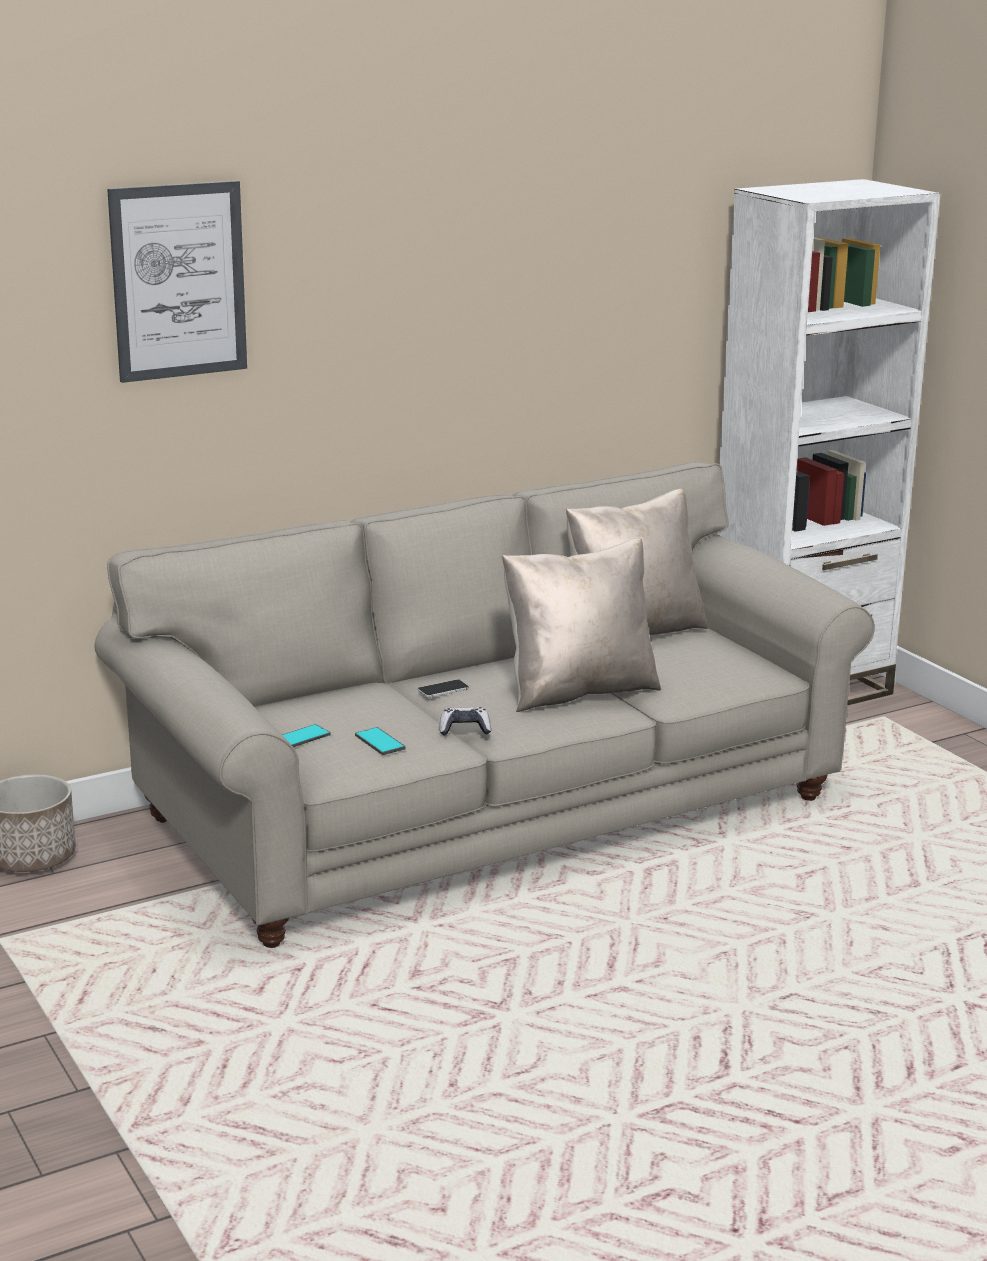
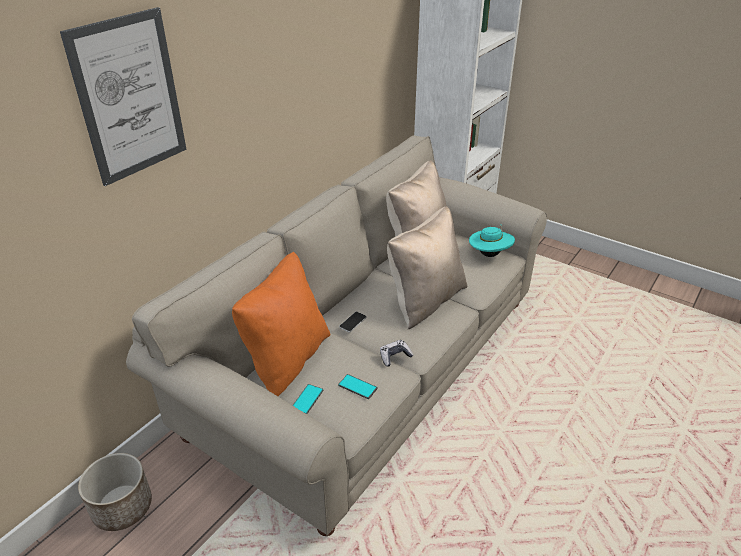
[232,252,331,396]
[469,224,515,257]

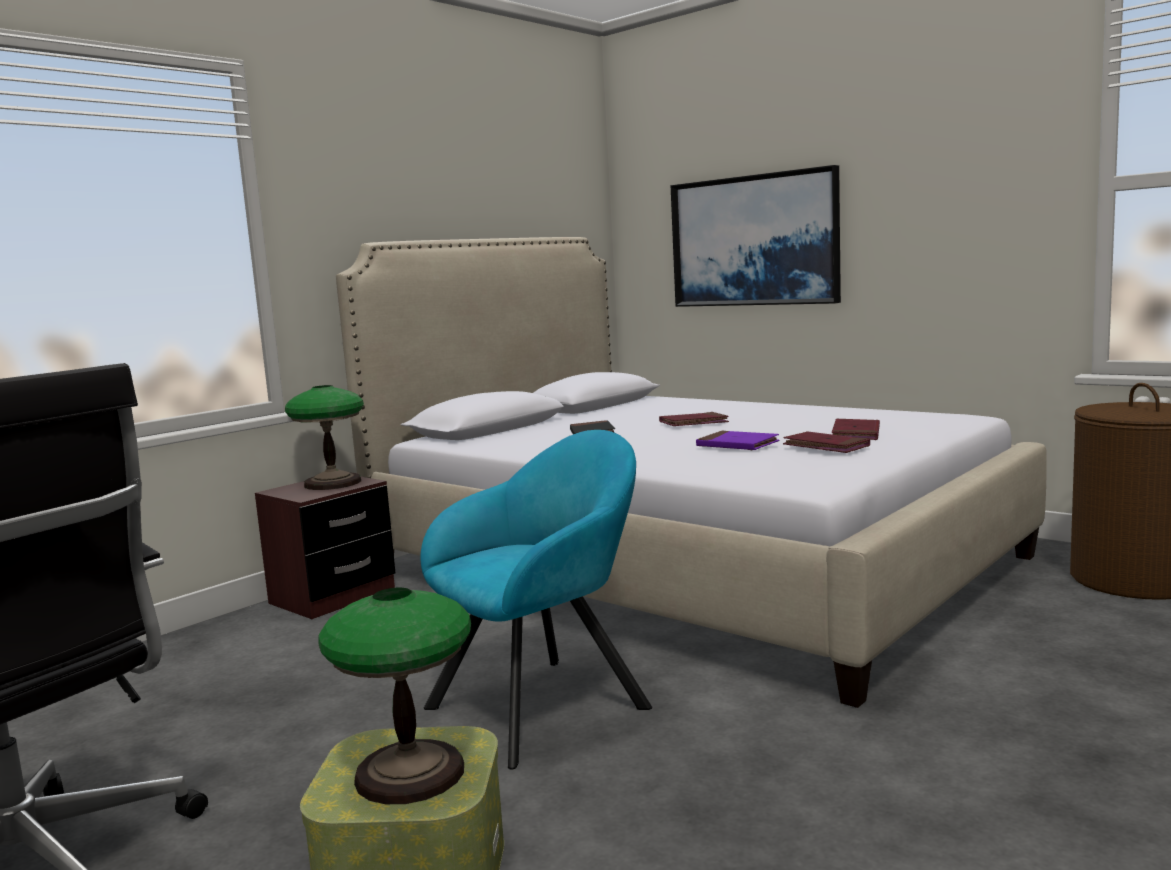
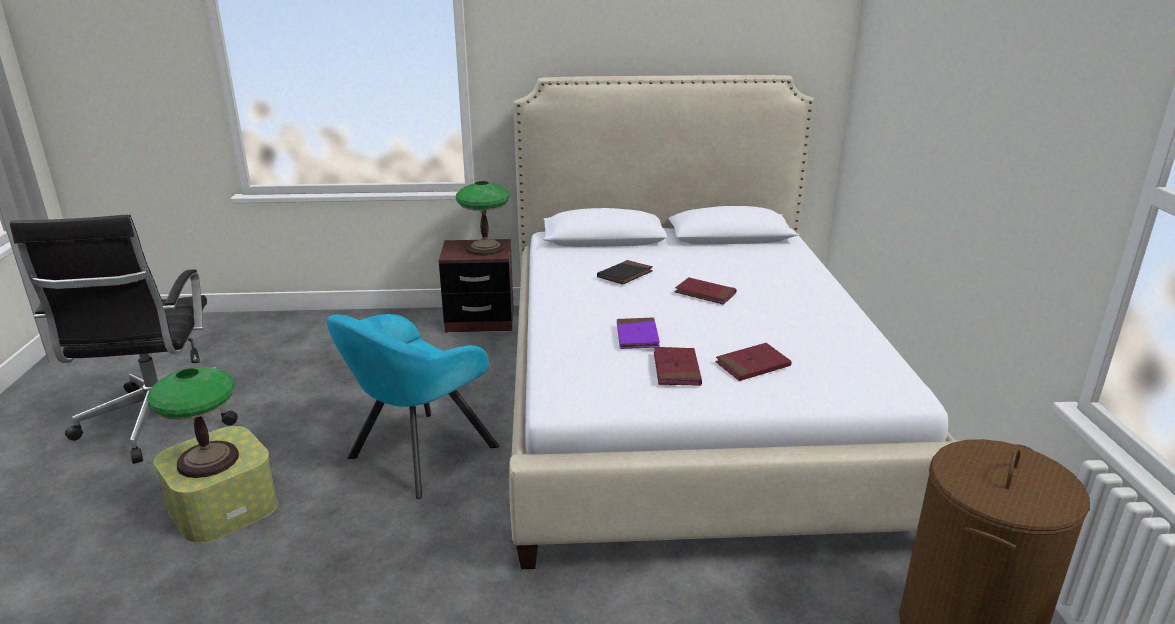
[326,314,499,499]
[671,165,841,307] (first image)

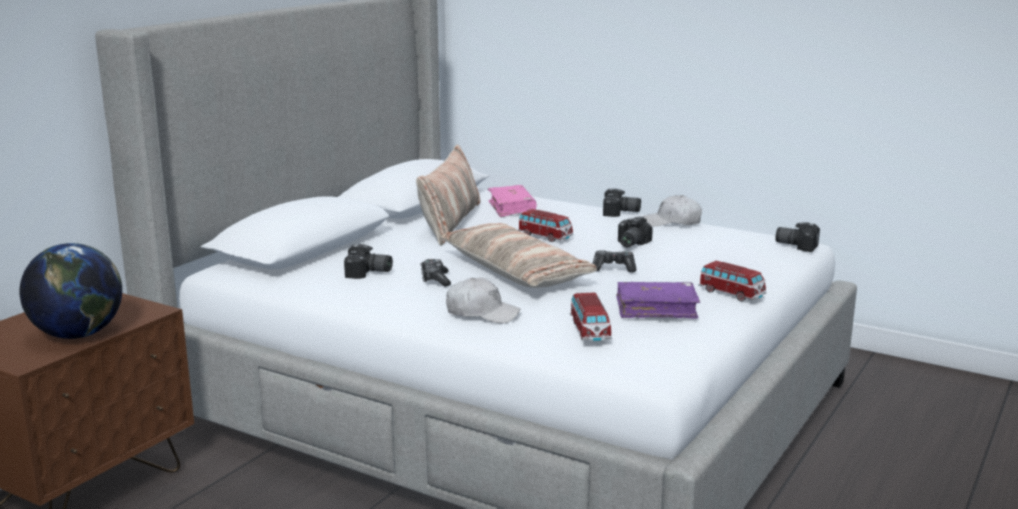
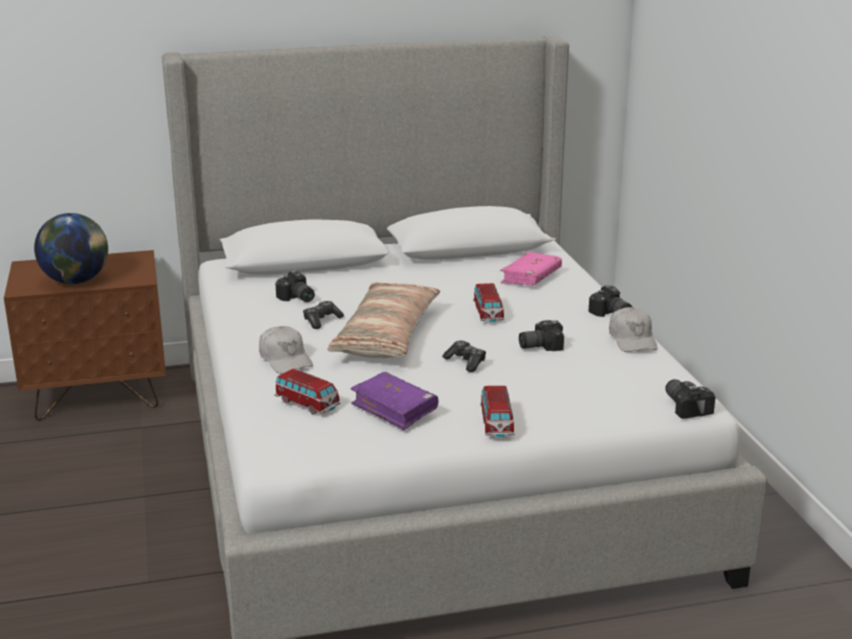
[274,369,340,414]
[609,307,658,352]
[416,145,480,246] (first image)

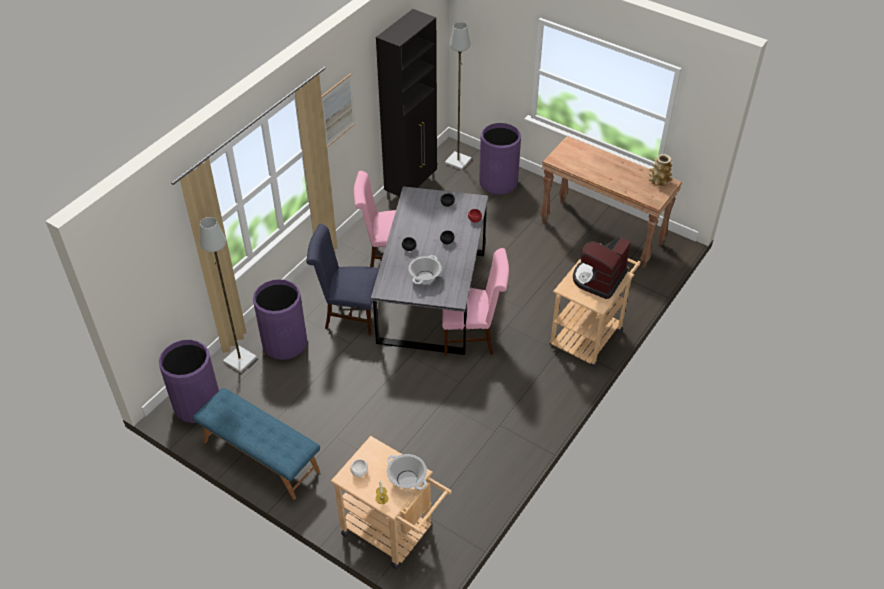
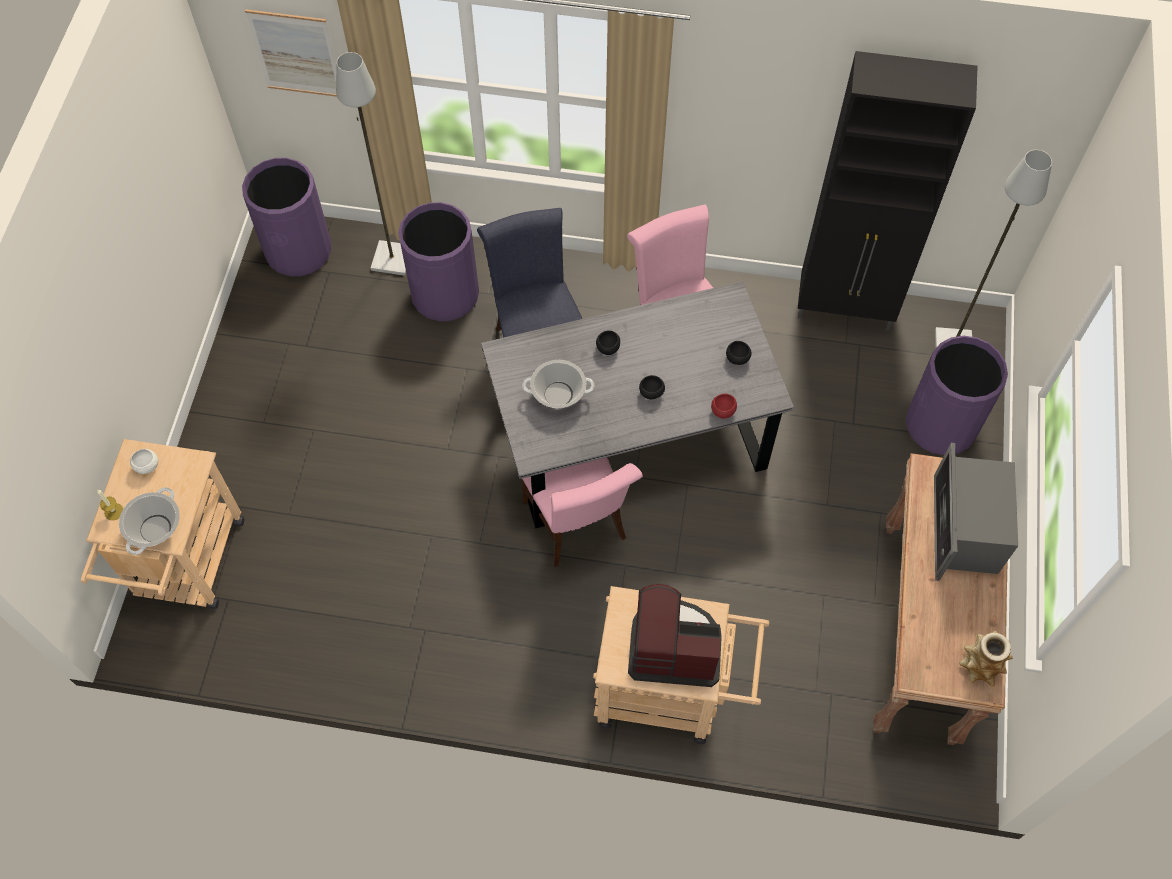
[245,9,337,97]
[934,443,1018,581]
[192,388,320,500] (first image)

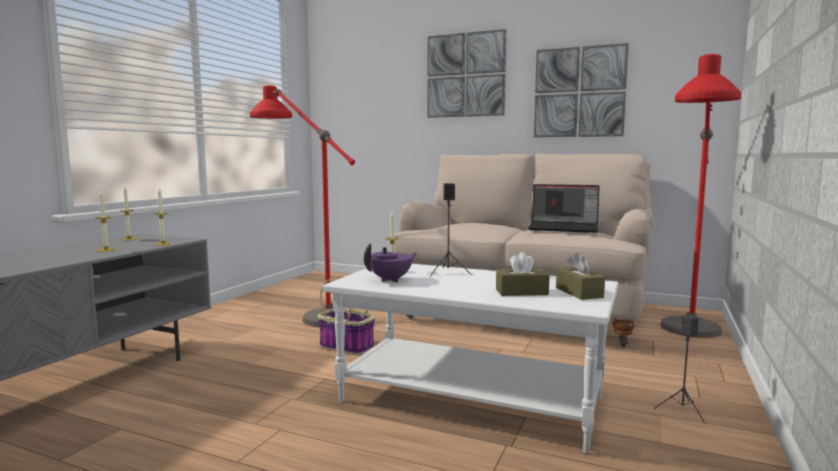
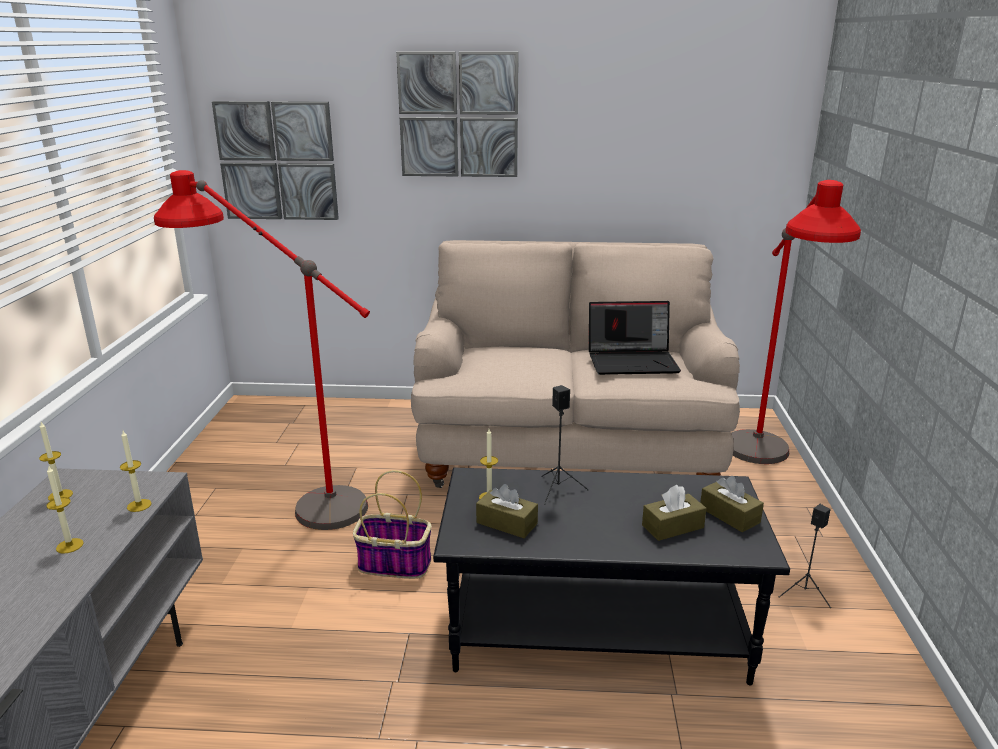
[212,101,339,220]
[433,468,790,685]
[476,484,538,538]

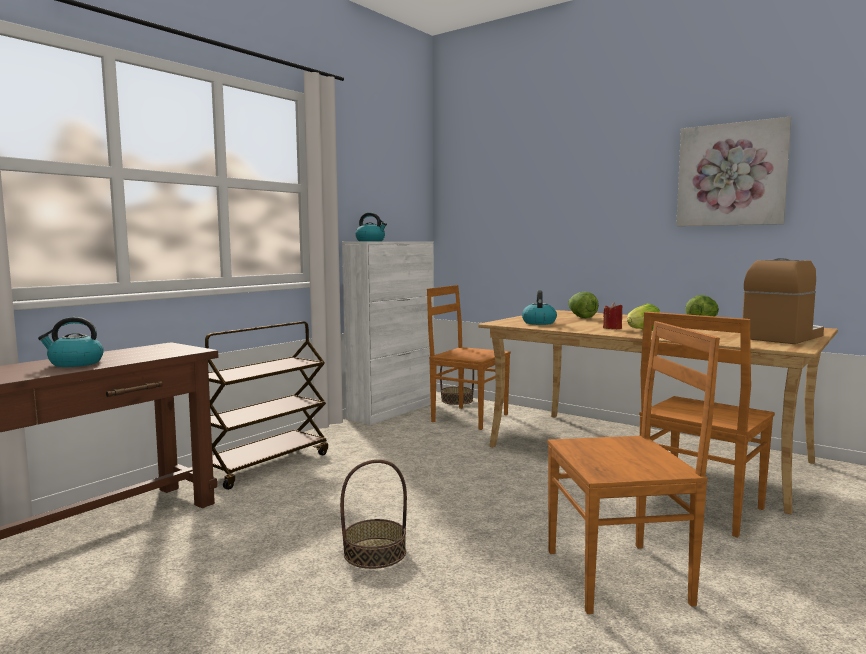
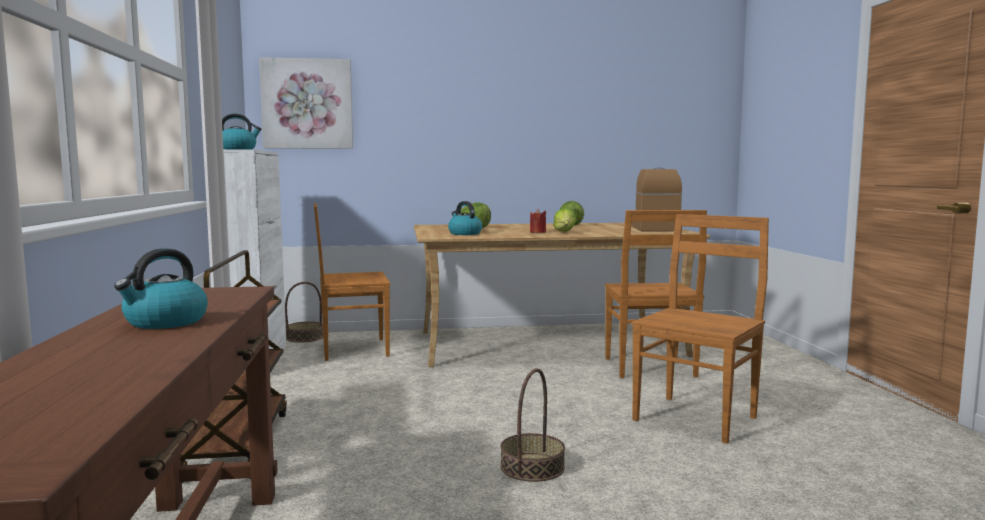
[259,57,353,149]

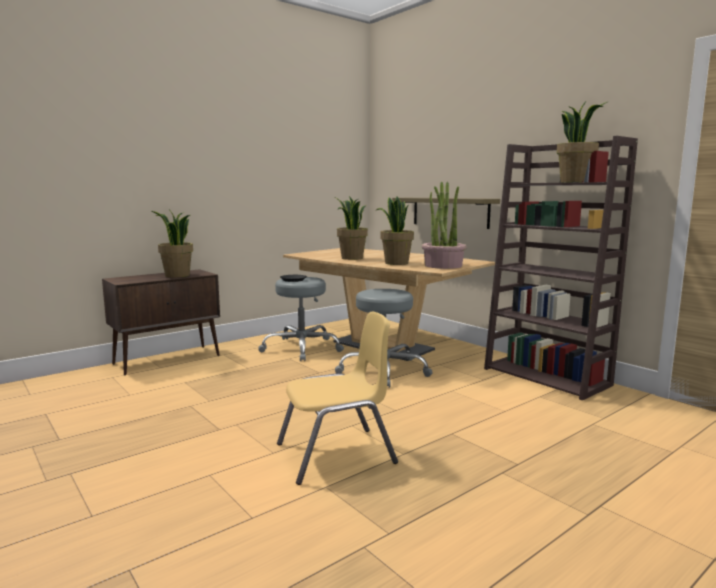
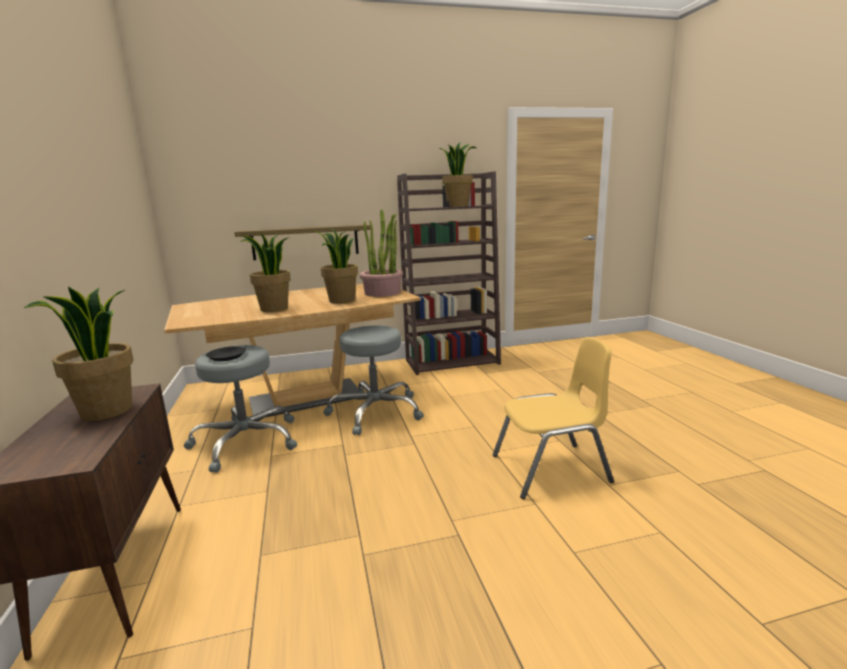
[493,337,614,499]

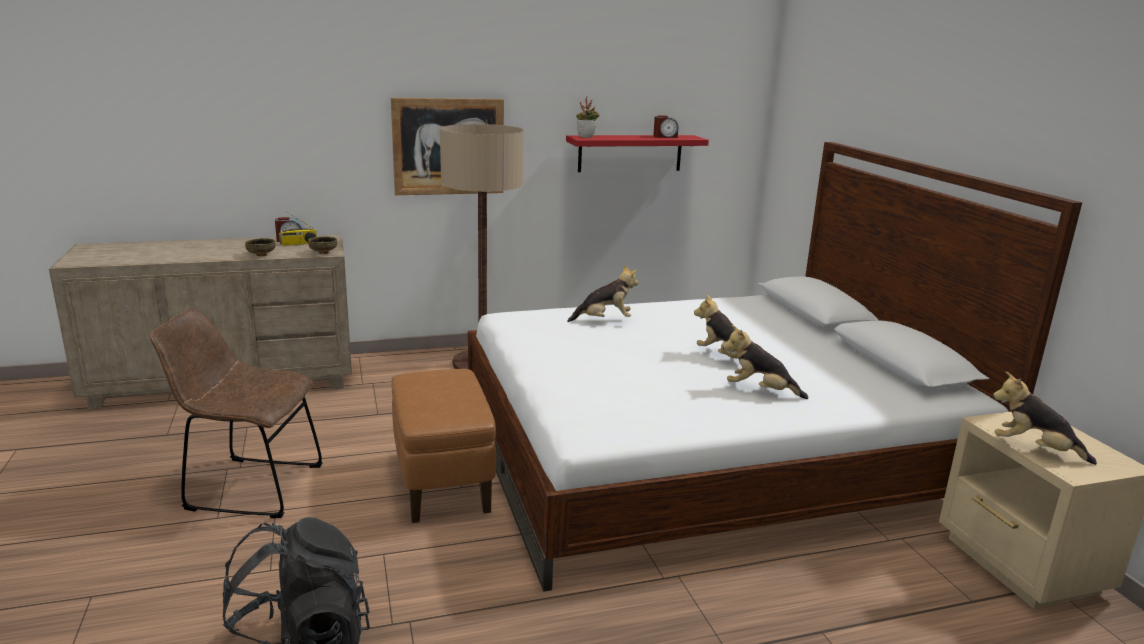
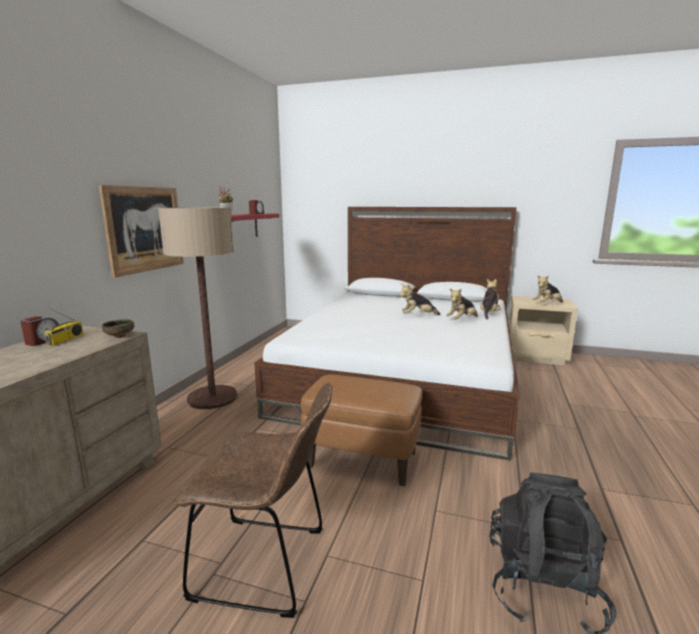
[174,382,332,618]
[480,279,501,320]
[245,238,276,256] (first image)

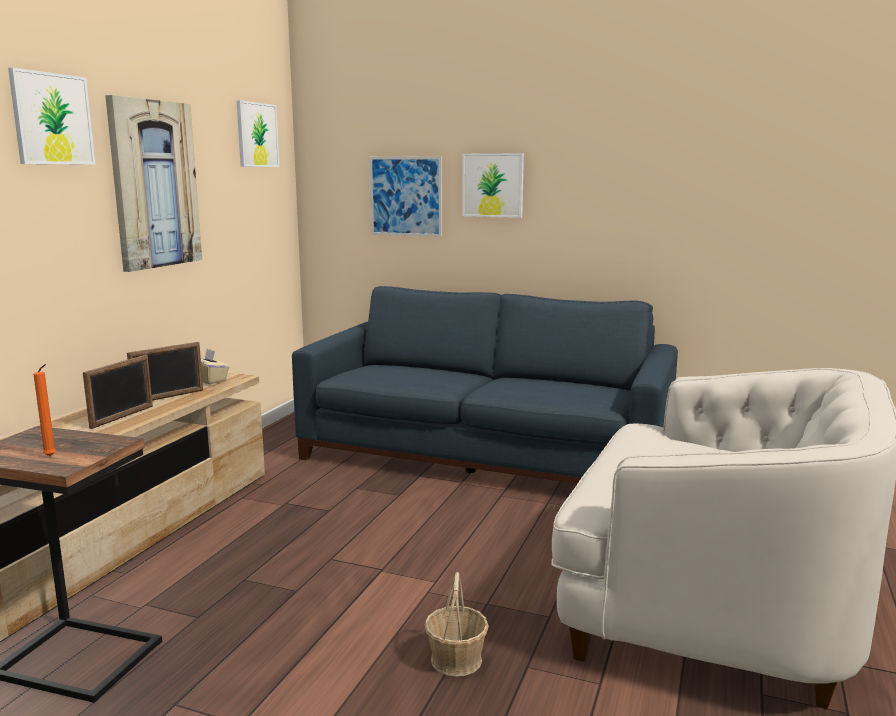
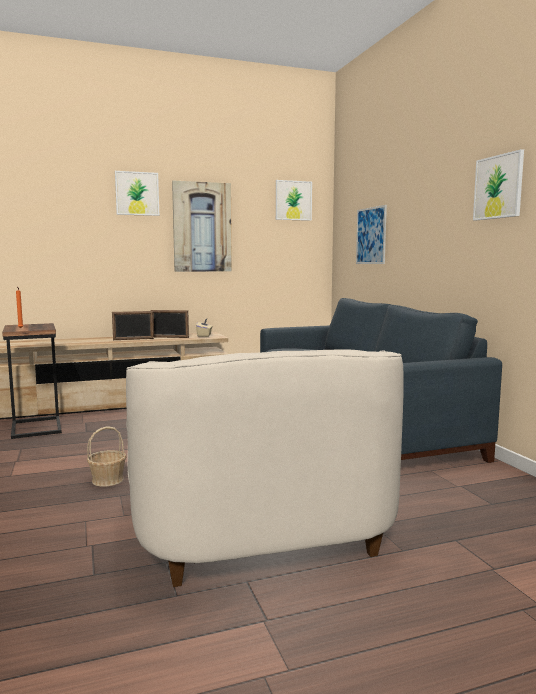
[473,149,524,221]

